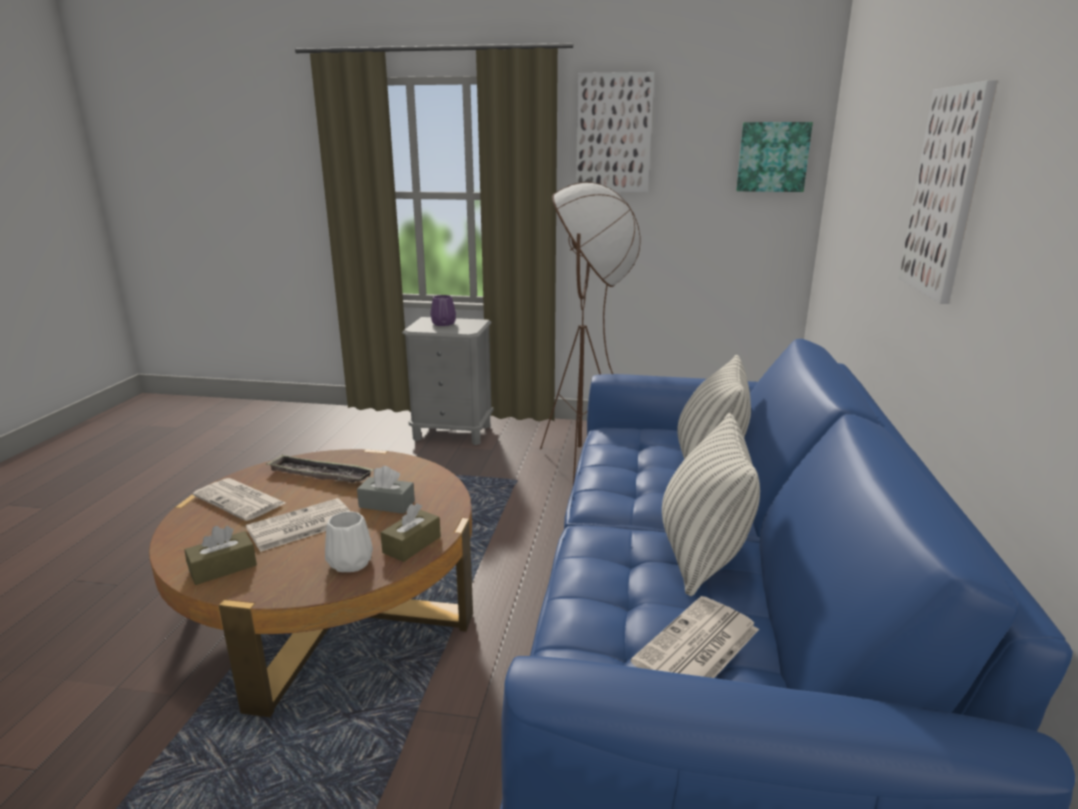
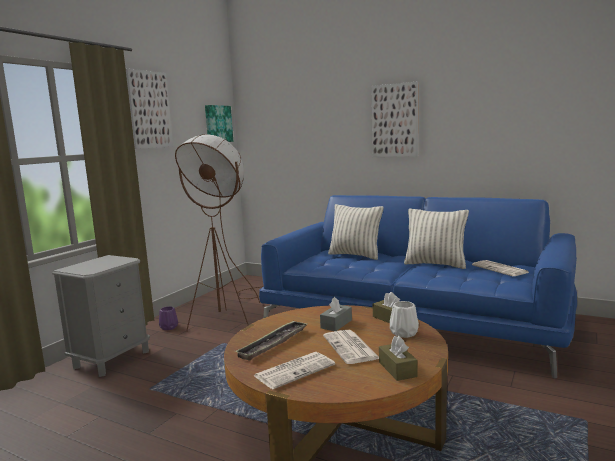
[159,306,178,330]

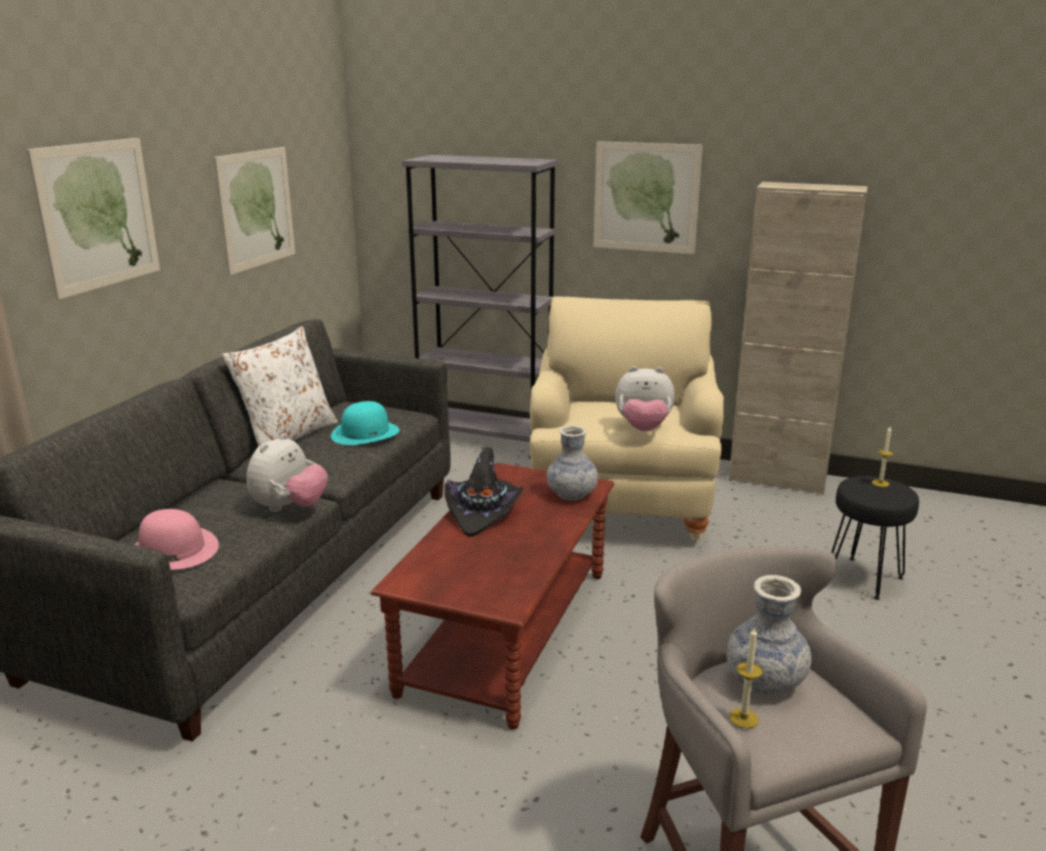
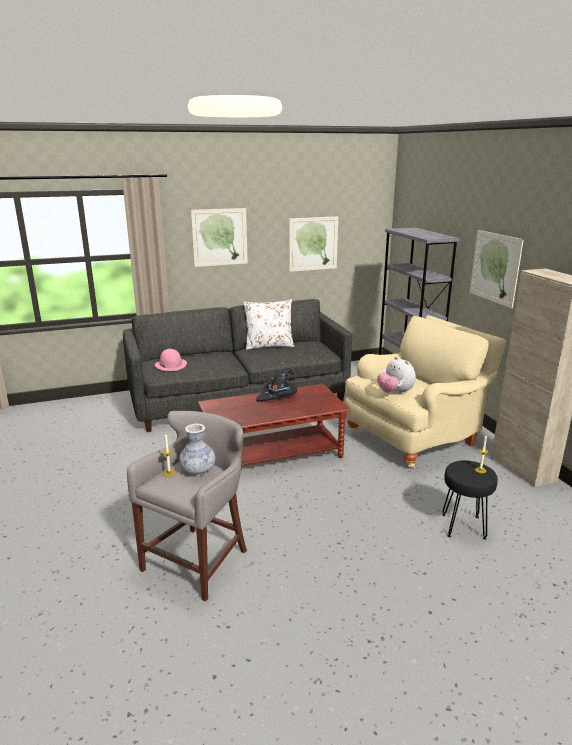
[246,433,328,512] (first image)
[331,401,399,445] (first image)
[546,425,598,500] (first image)

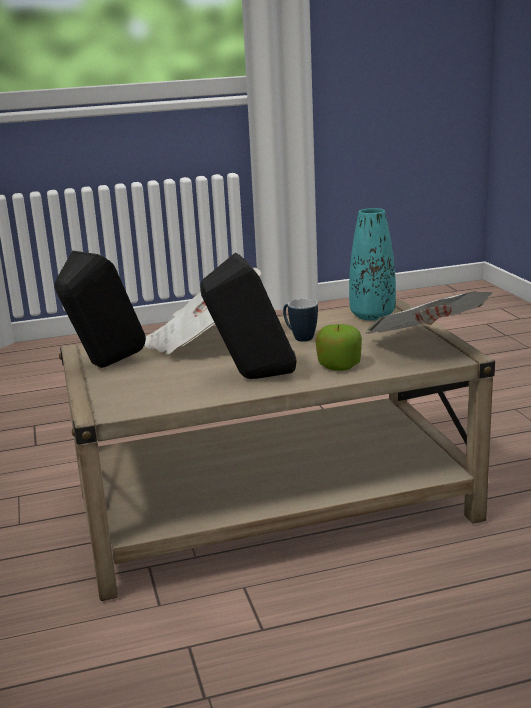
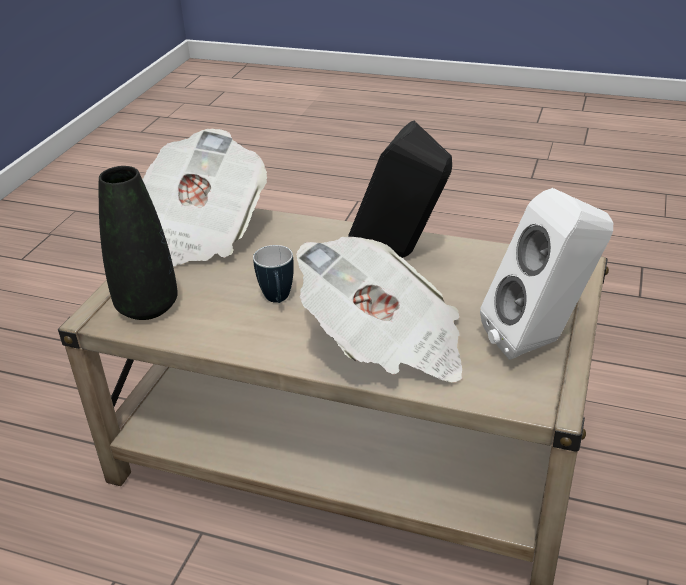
[99,166,178,320]
[480,188,613,360]
[315,324,362,371] (first image)

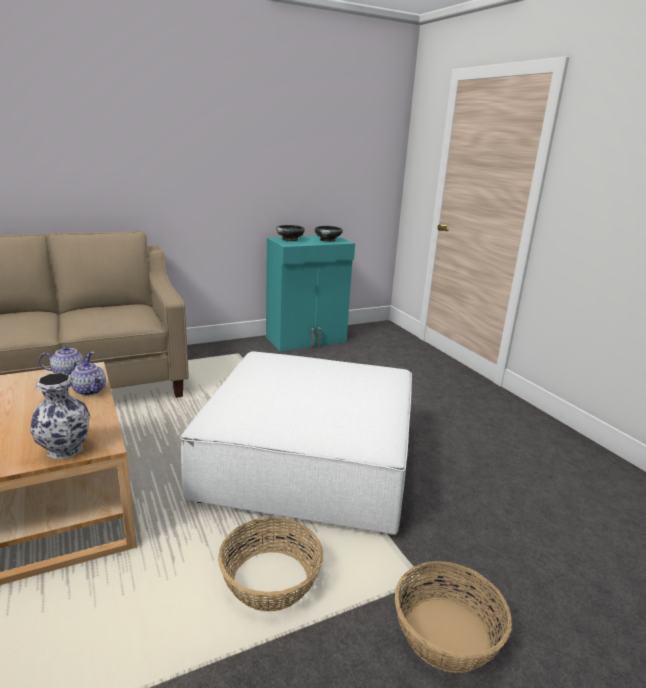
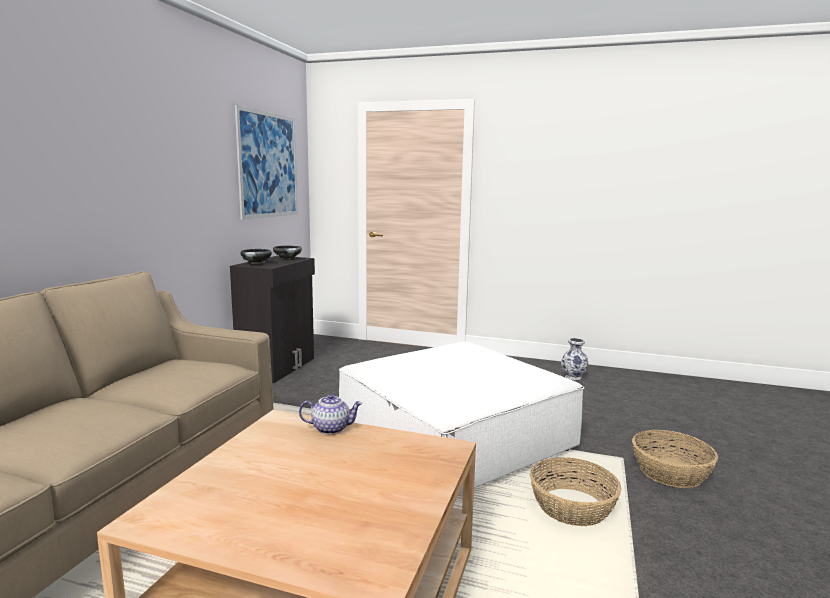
[230,256,315,383]
[235,105,298,220]
[561,338,588,380]
[39,346,94,375] (first image)

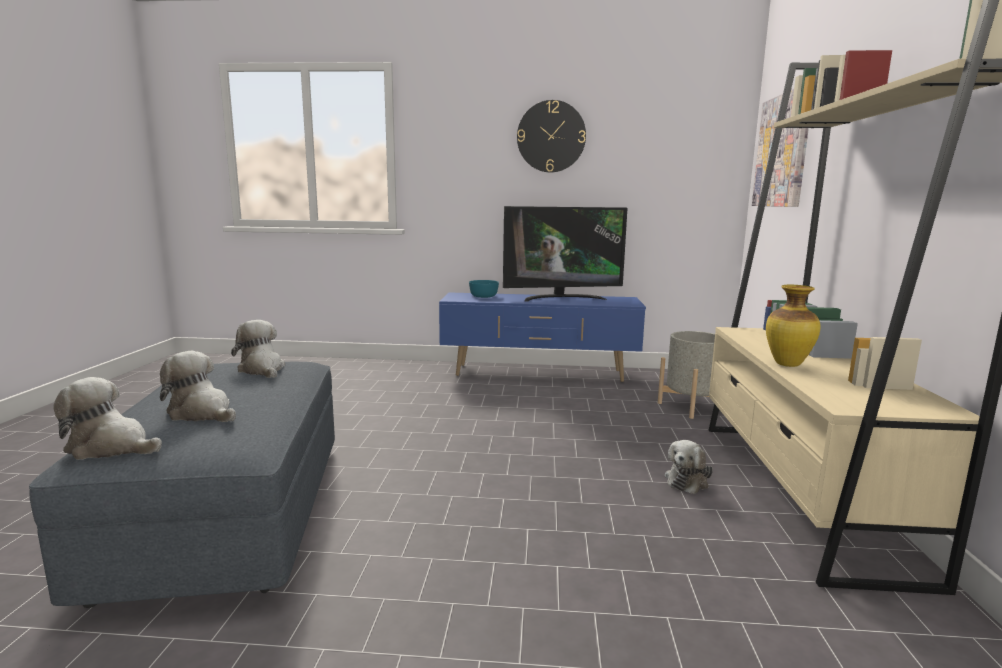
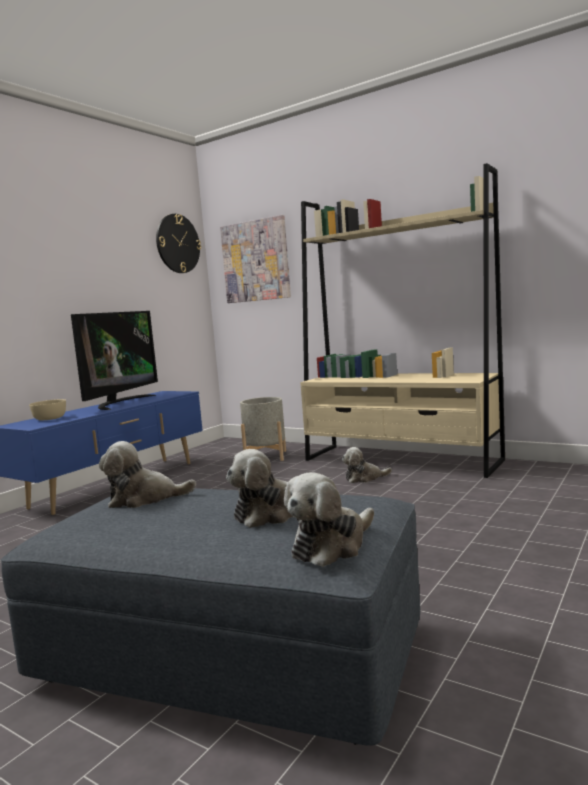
[29,399,66,420]
[156,214,201,273]
[342,447,392,483]
[766,285,820,367] (first image)

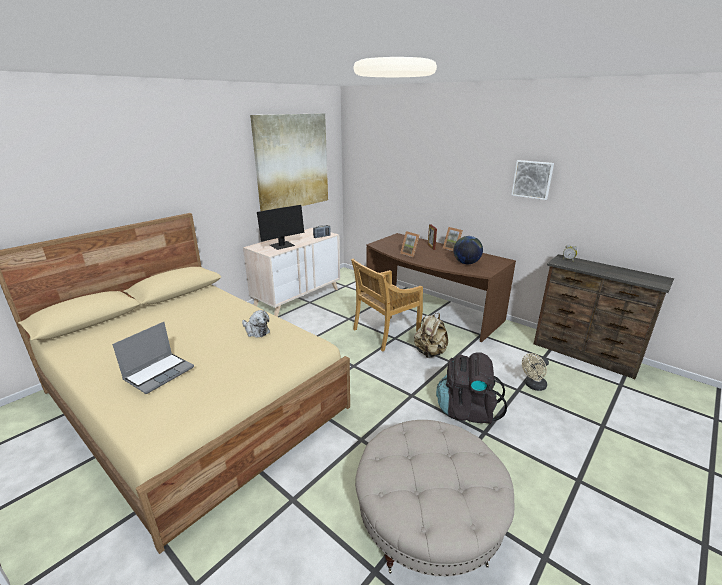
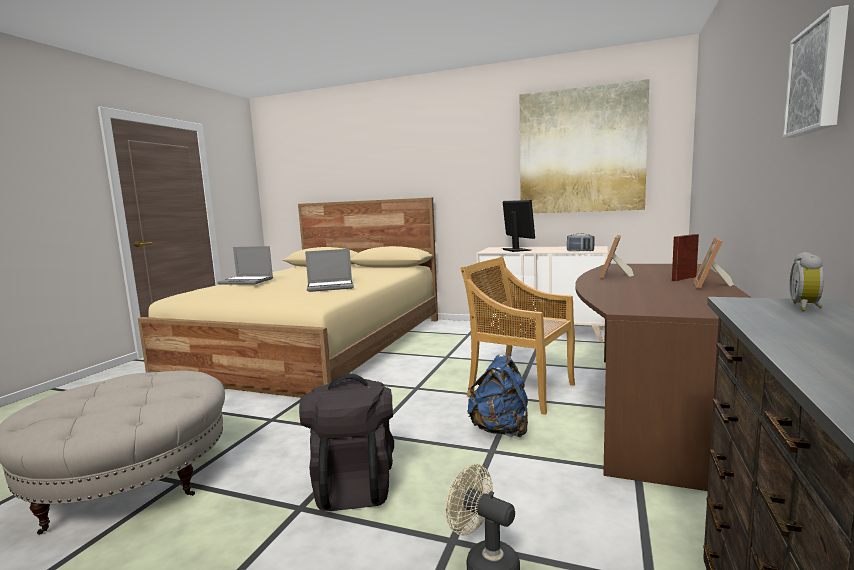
[305,249,354,292]
[467,354,528,438]
[502,200,535,252]
[454,236,483,264] (first image)

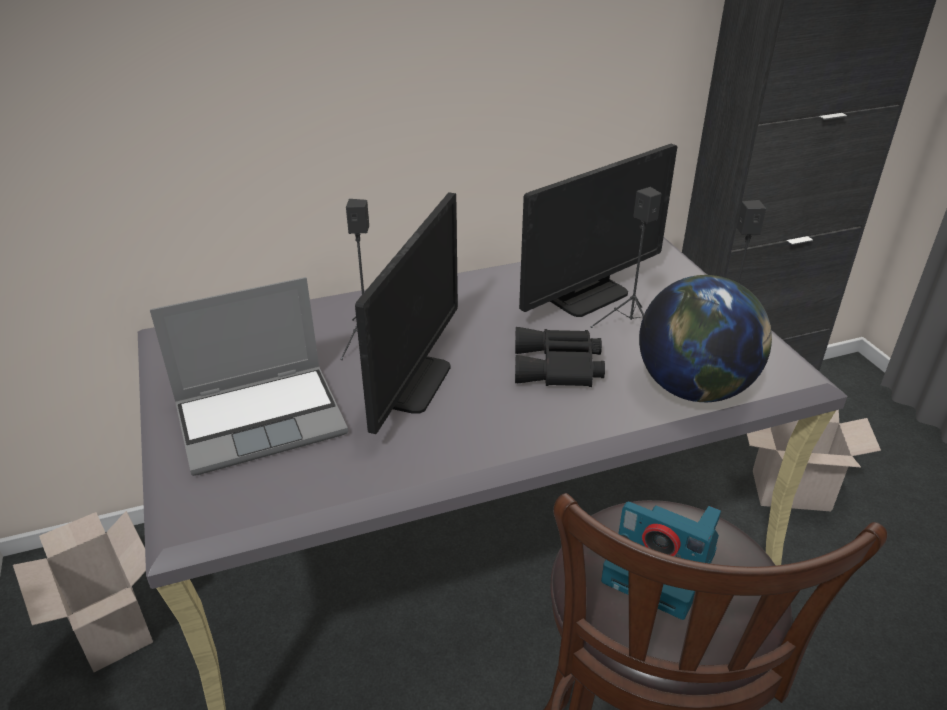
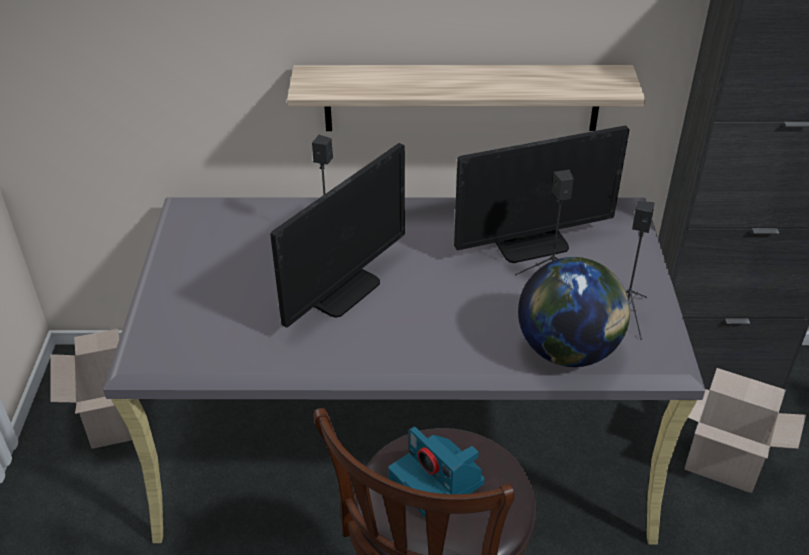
[287,65,646,131]
[150,277,348,476] (first image)
[515,327,605,387] (first image)

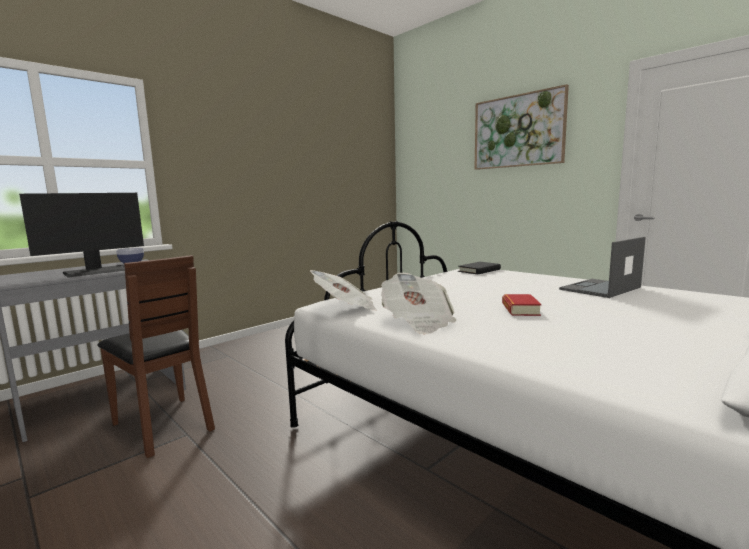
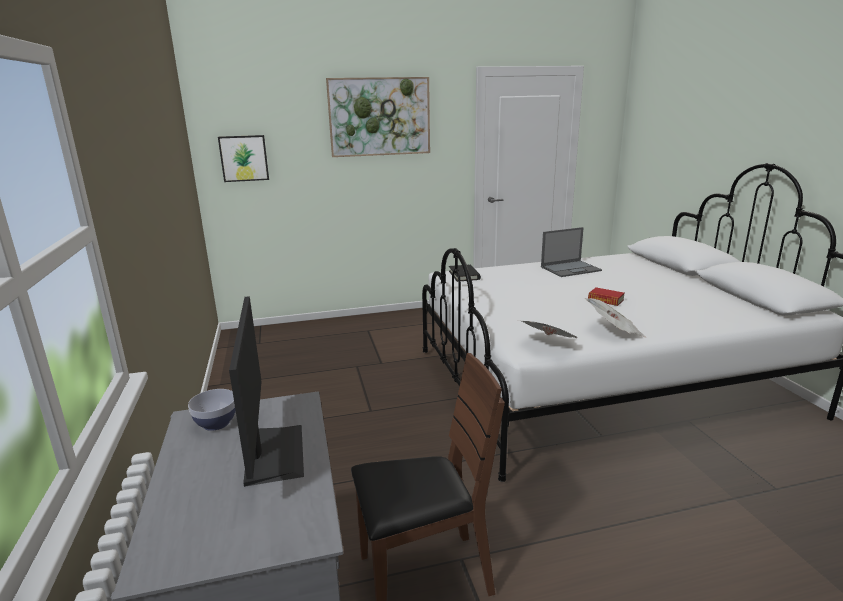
[218,135,269,182]
[541,227,602,277]

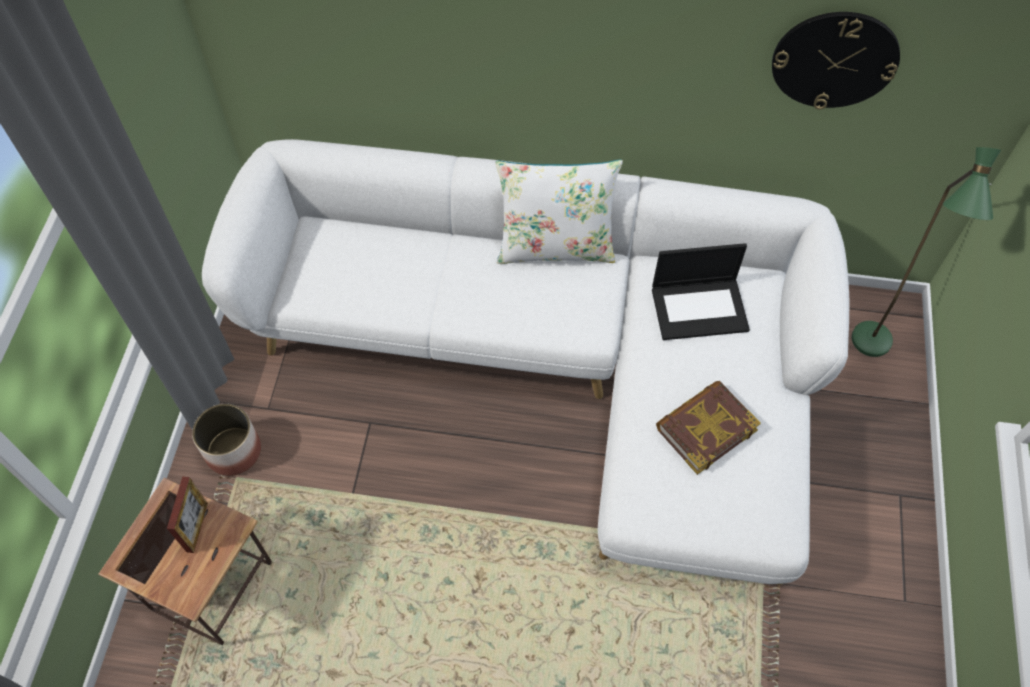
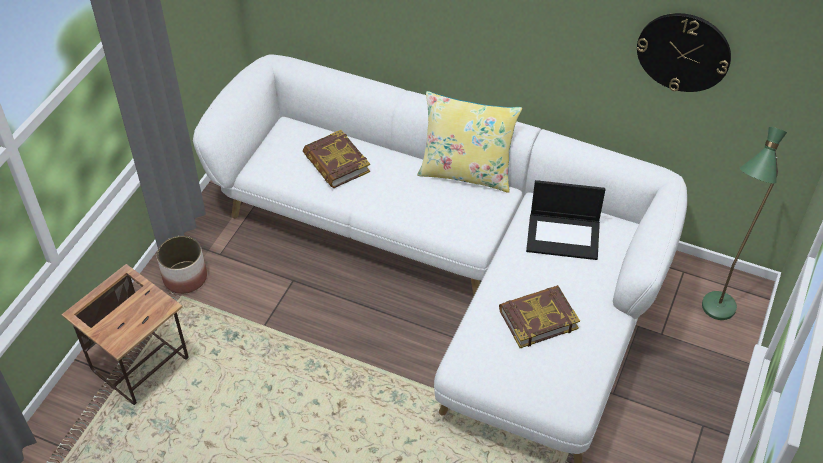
[303,130,370,189]
[417,91,522,193]
[167,476,208,553] (first image)

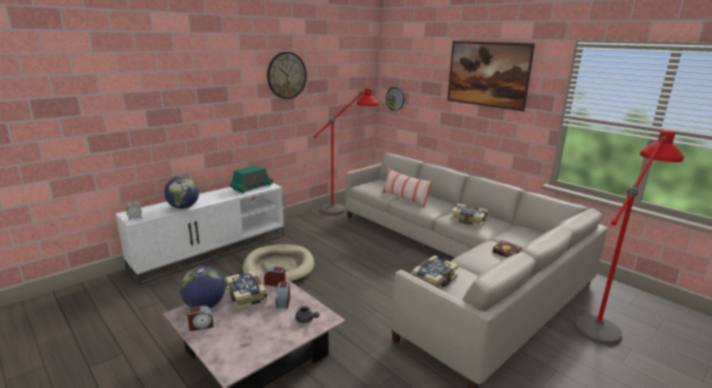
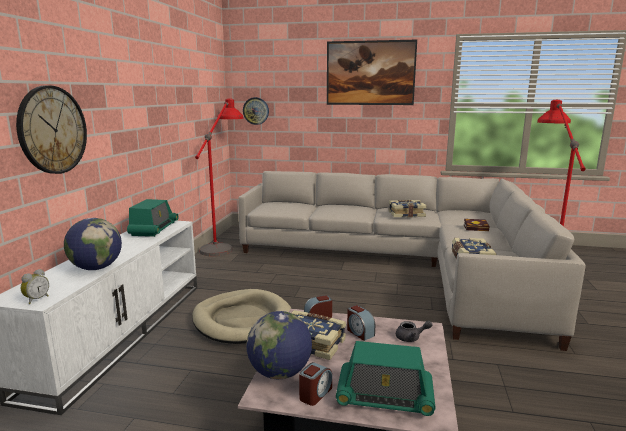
[16,85,87,174]
[336,341,435,416]
[382,168,432,208] (first image)

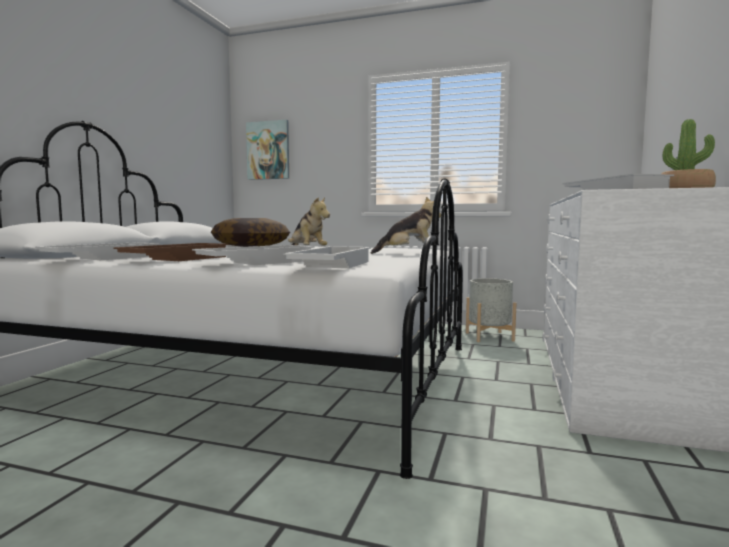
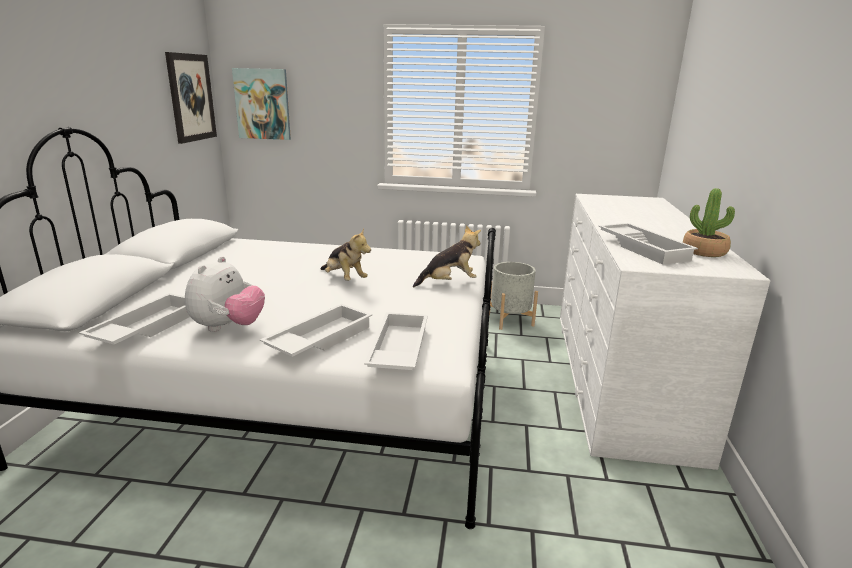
[165,52,217,144]
[185,256,265,332]
[211,218,290,247] (first image)

